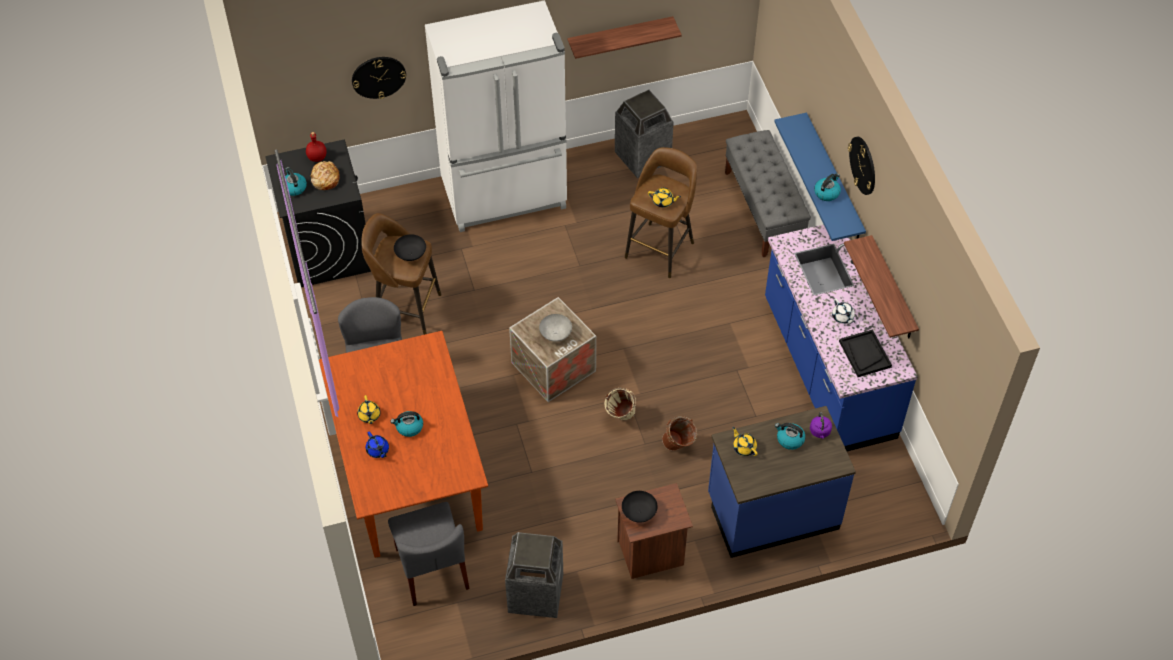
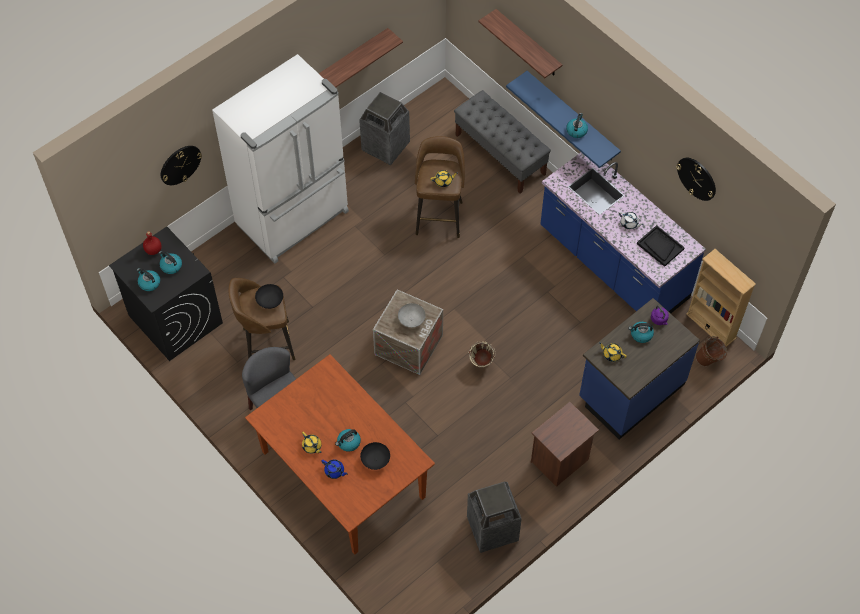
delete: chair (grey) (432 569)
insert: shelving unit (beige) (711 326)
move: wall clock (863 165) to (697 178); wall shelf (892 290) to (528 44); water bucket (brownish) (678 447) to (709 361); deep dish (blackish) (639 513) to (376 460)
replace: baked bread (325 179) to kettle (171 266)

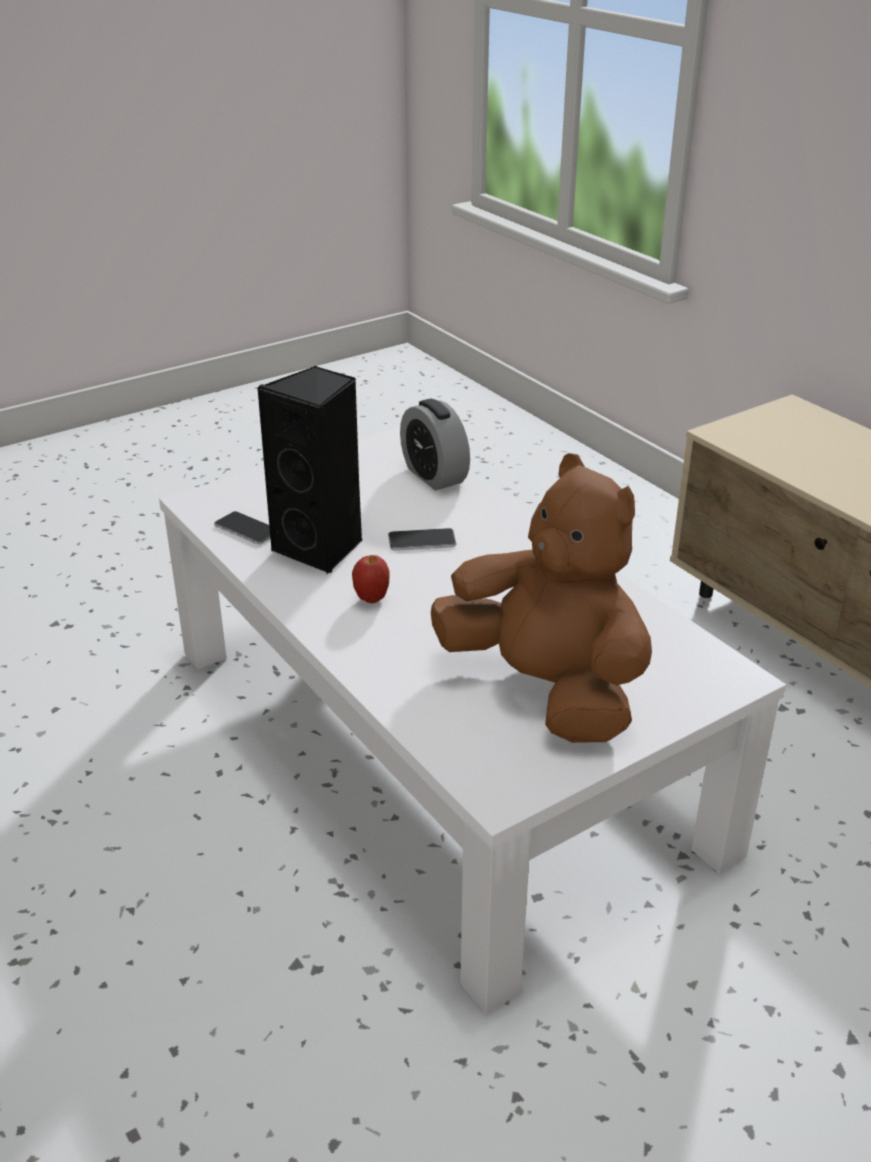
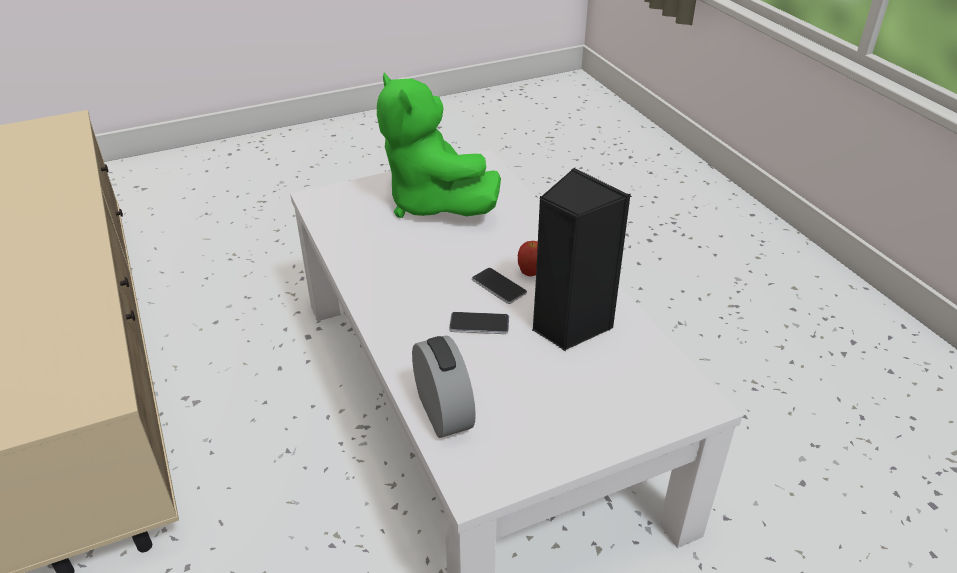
move: telephone (247 529) to (499 286)
recolor: soft toy (brownish) (546 689) to soft toy (green-coloured) (433 203)

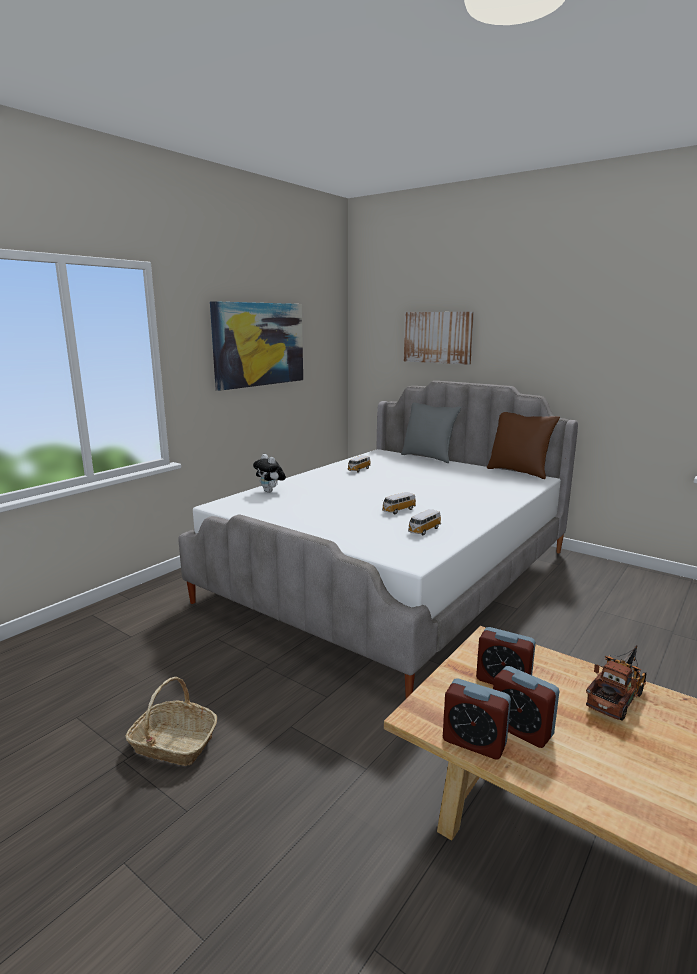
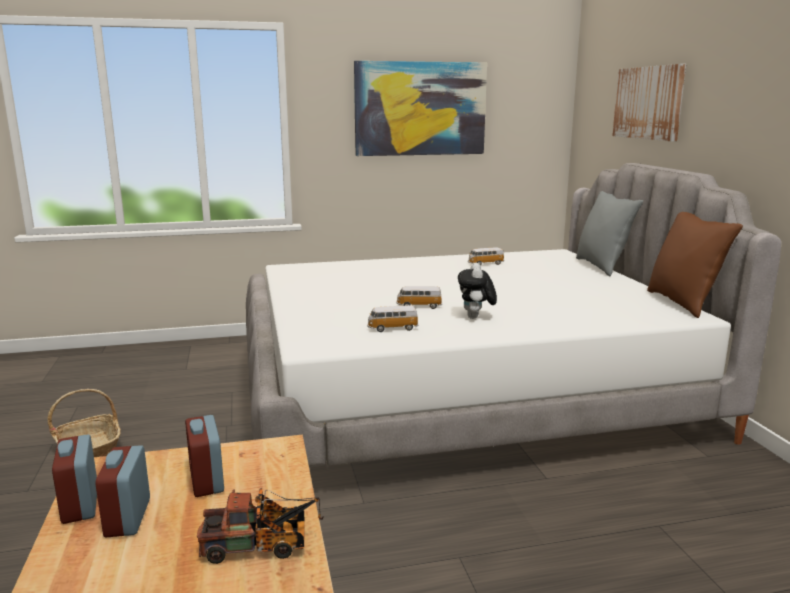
move: soft toy (270 491) to (476 317)

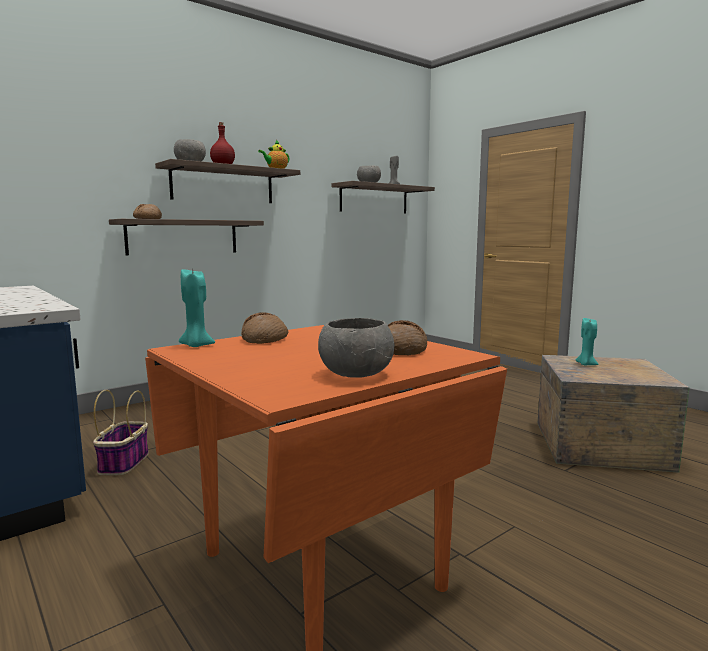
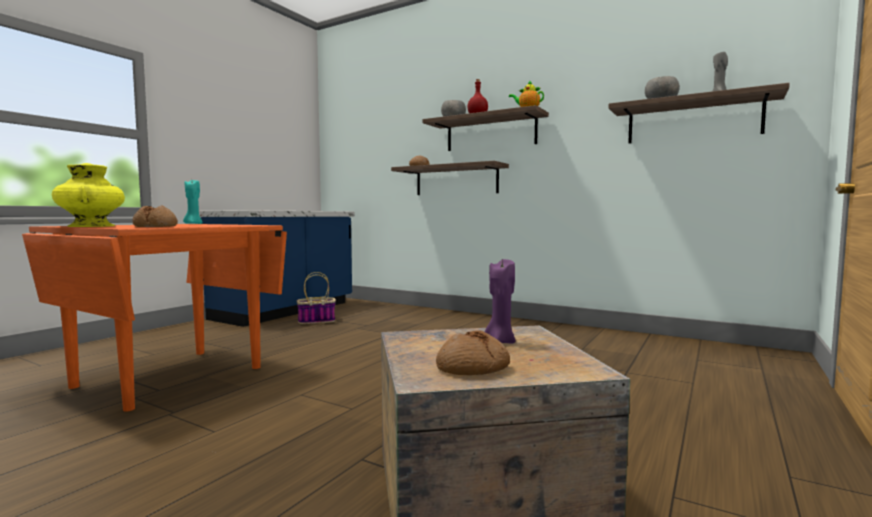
move: baked bread (265 339) to (472 368)
replace: deep dish (grey) (356 374) to vase (yellow-coloured) (91 226)
recolor: wax light (blue-green) (586 364) to wax light (purple) (500 341)

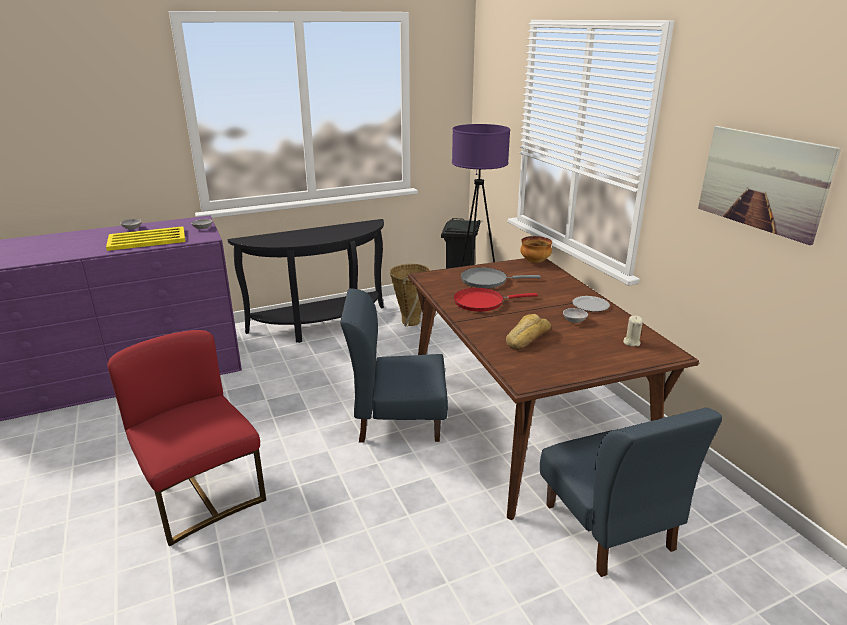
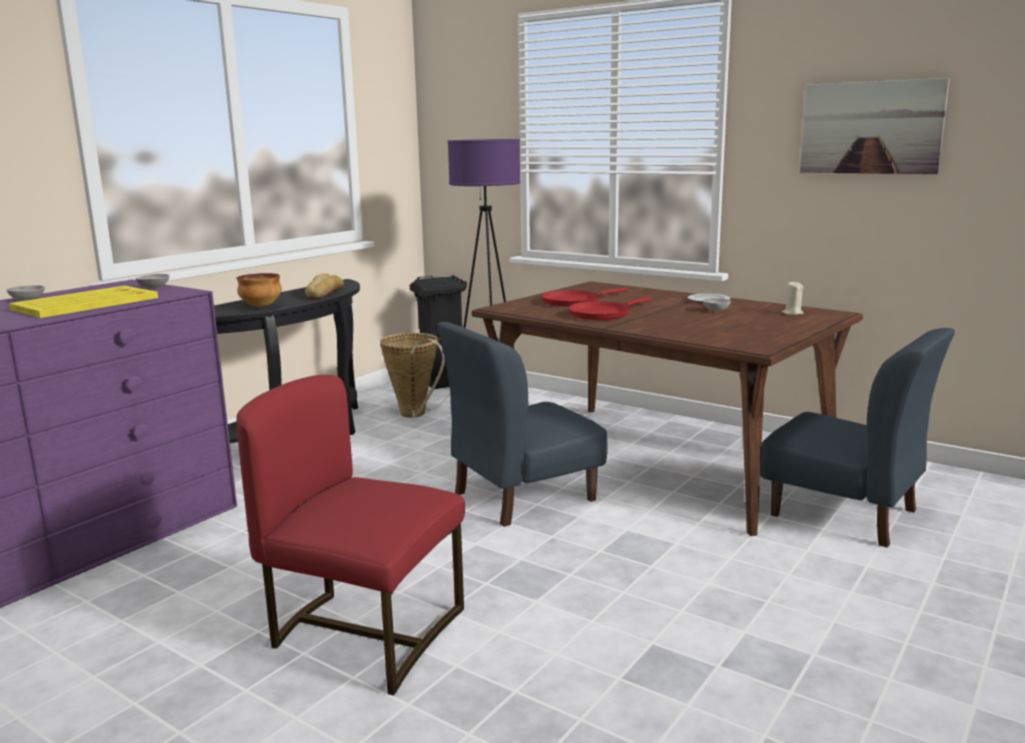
move: deep dish (534 261) to (260 306); baked bread (526 337) to (323 293)
recolor: frying pan (grey) (487 281) to frying pan (red) (574 301)

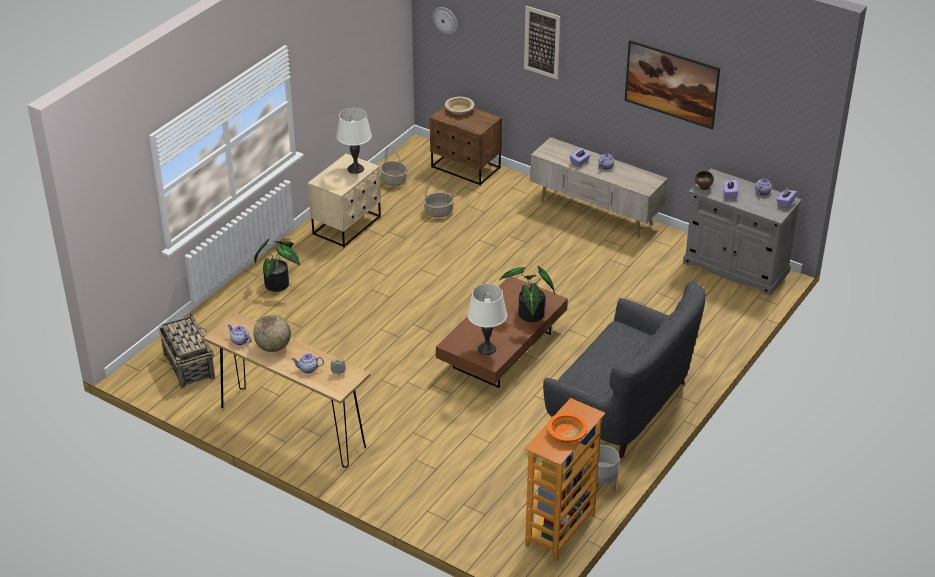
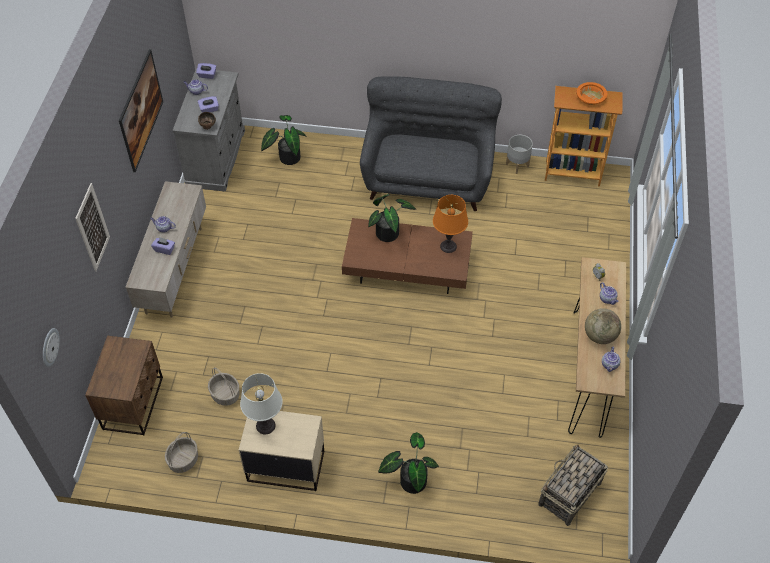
delete: deep dish (beige) (459 110)
insert: potted plant (287 157)
recolor: table lamp (white) (487 349) to table lamp (orangey) (448 246)

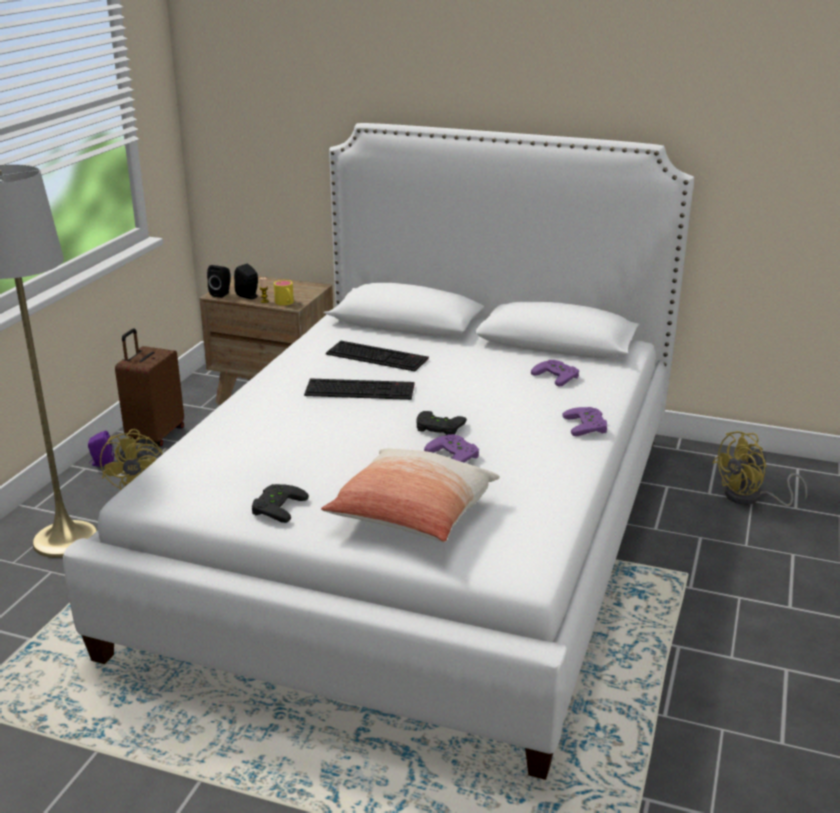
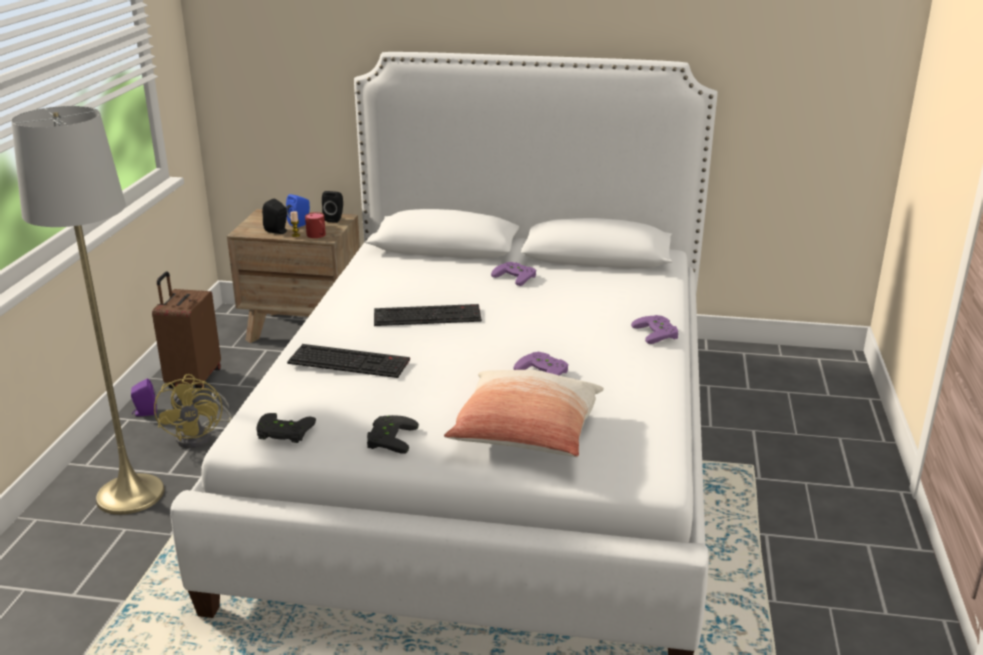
delete: cooling fan (yellow-coloured) (750 498)
insert: speaker (blue) (301 224)
move: speaker (blackish) (222 294) to (335 219); PC keyboard (378 356) to (350 361); gamepad (purple) (558 375) to (517 276); gamepad (blackish) (438 428) to (283 433)
recolor: tea mug (yellow-coloured) (285 303) to tea mug (red) (318 236)

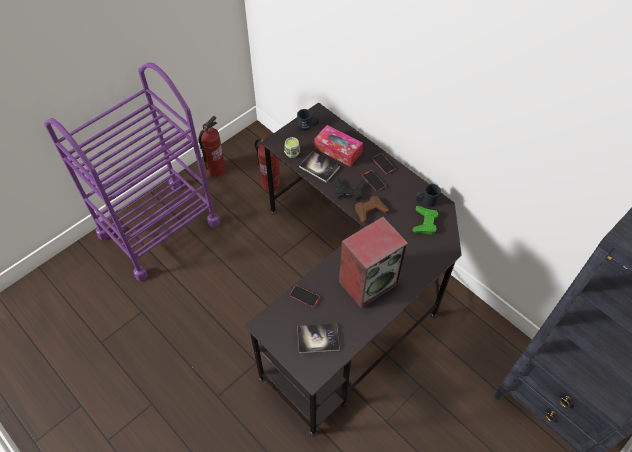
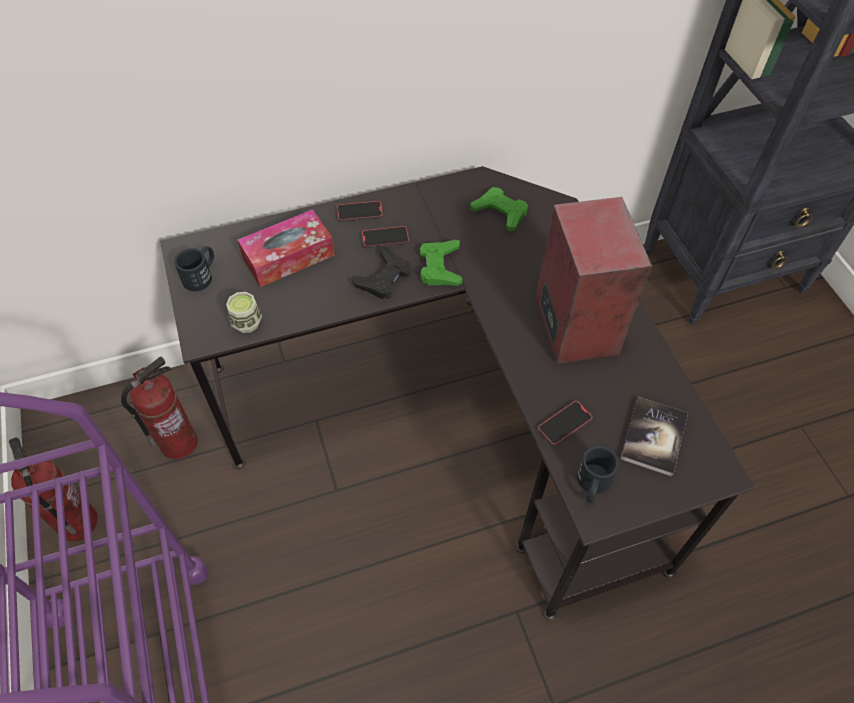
delete: bound book (319 167)
move: tea mug (blackish) (426 200) to (592 485)
recolor: gamepad (brownish) (370 211) to gamepad (green-coloured) (440 267)

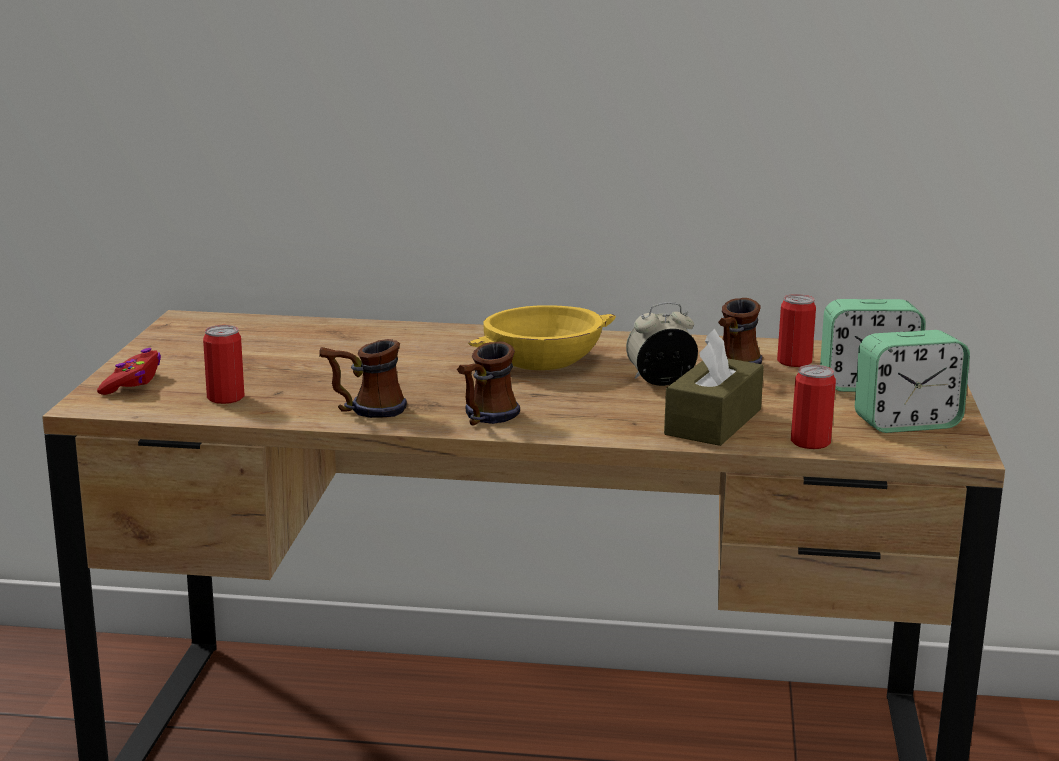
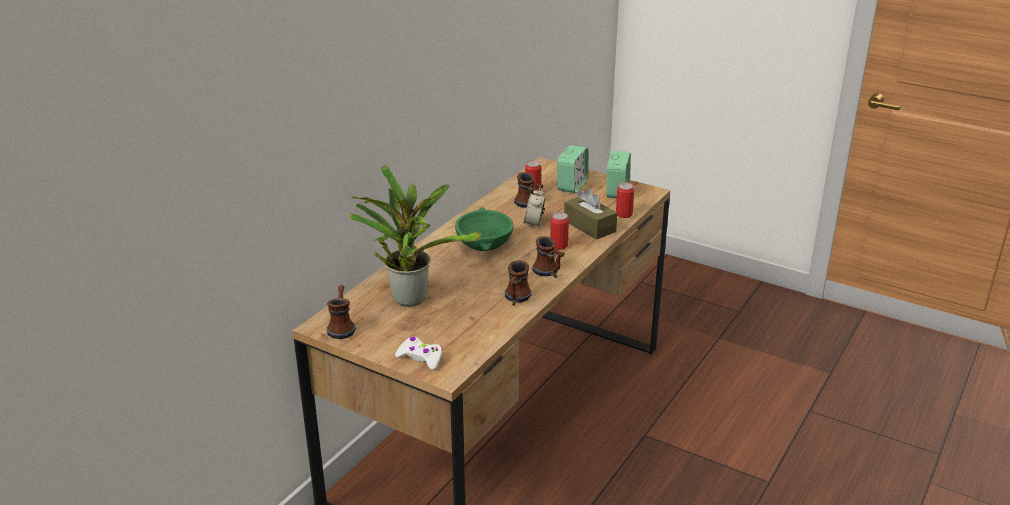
insert: potted plant (409 296); tea mug (342 327)
move: sealed can (225 398) to (559 245)
recolor: deep dish (yellow-coloured) (542 362) to deep dish (green-coloured) (485 243); gamepad (red) (132 382) to gamepad (white) (420 358)

